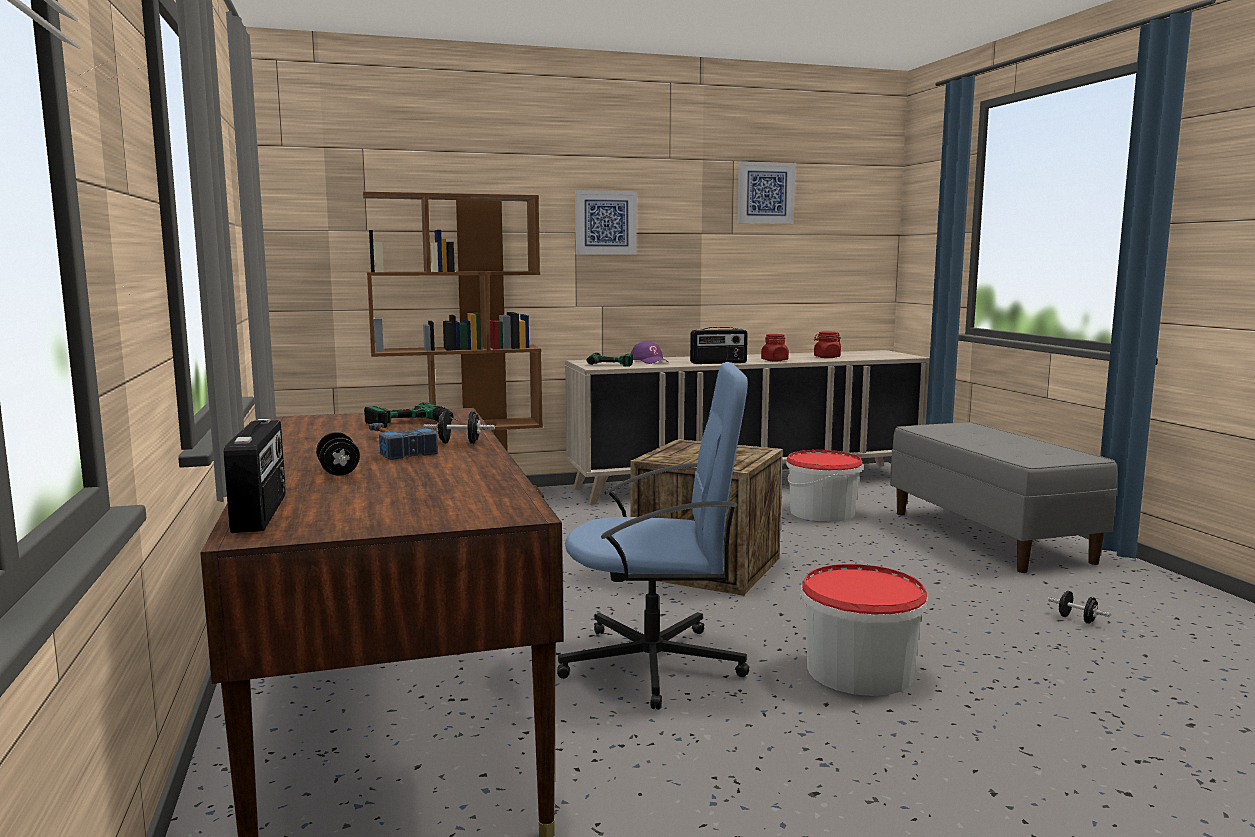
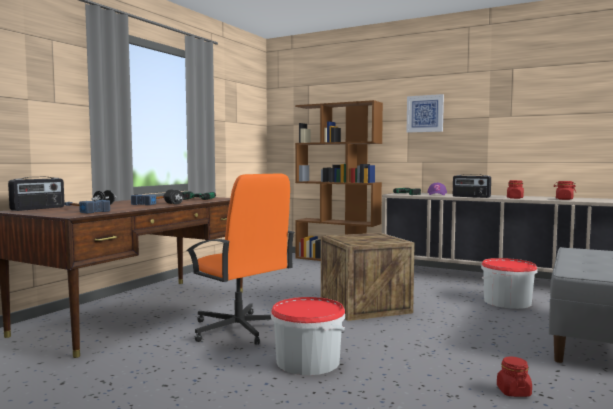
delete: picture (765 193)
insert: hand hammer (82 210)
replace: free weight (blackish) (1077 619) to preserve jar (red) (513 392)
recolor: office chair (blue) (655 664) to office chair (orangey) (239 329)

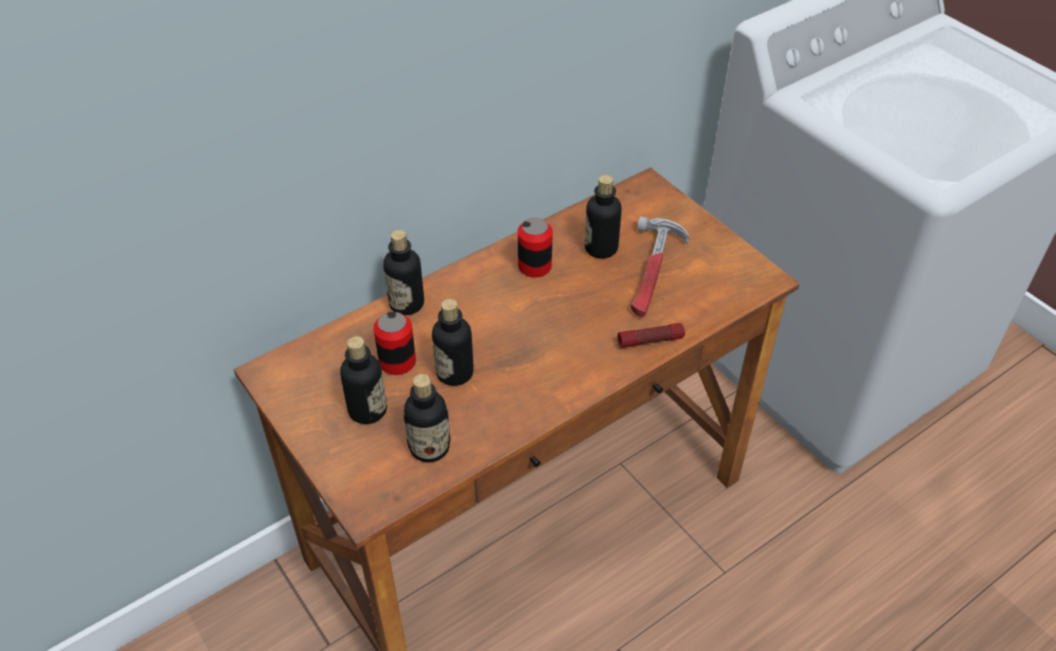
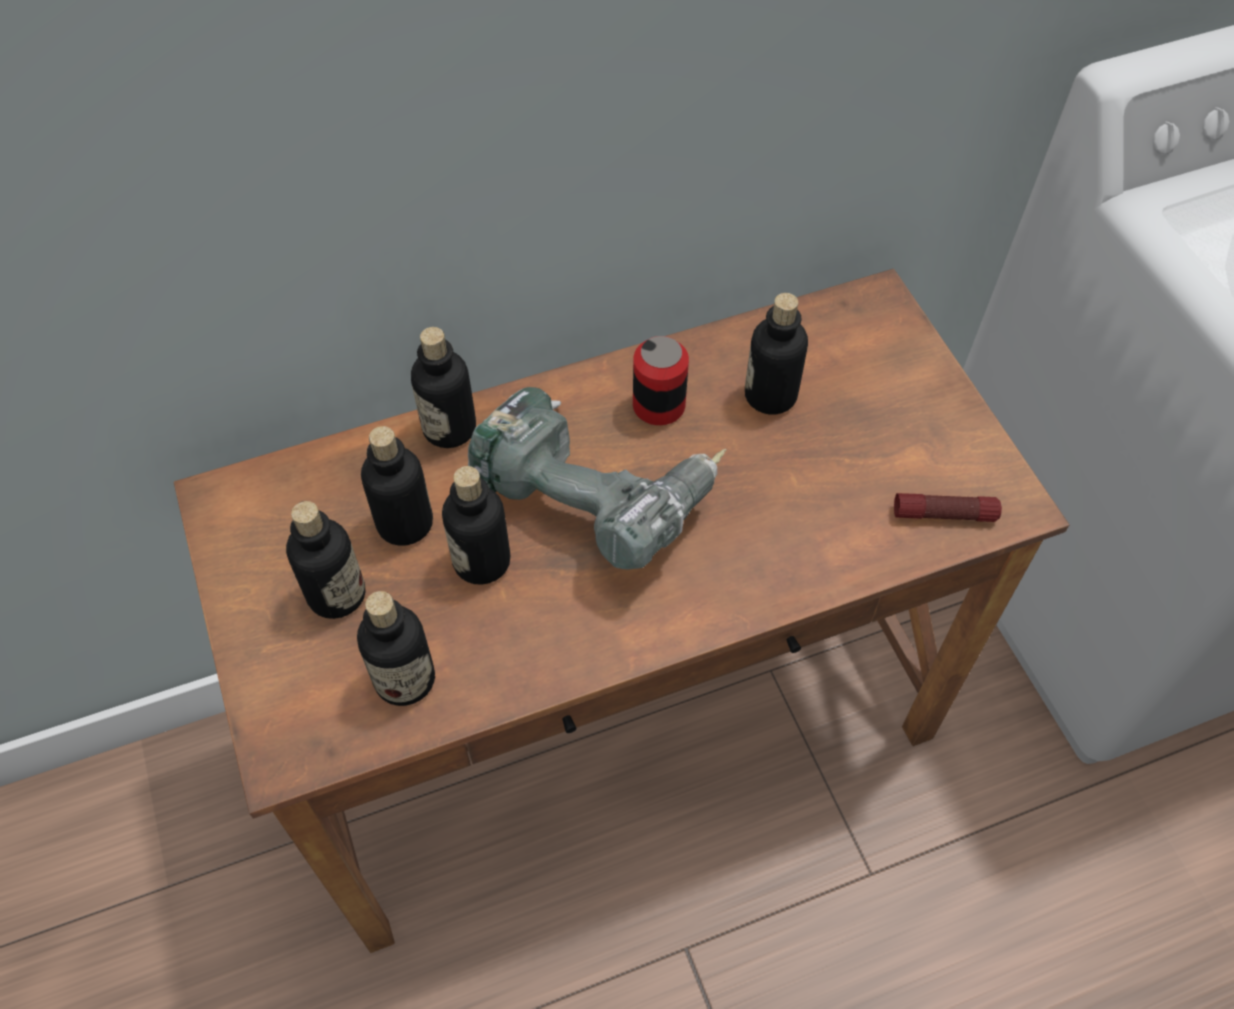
delete: hand hammer (653 272)
insert: drill (597 495)
move: flashlight (650 340) to (944 514)
replace: sealed can (397 362) to drink bottle (405 523)

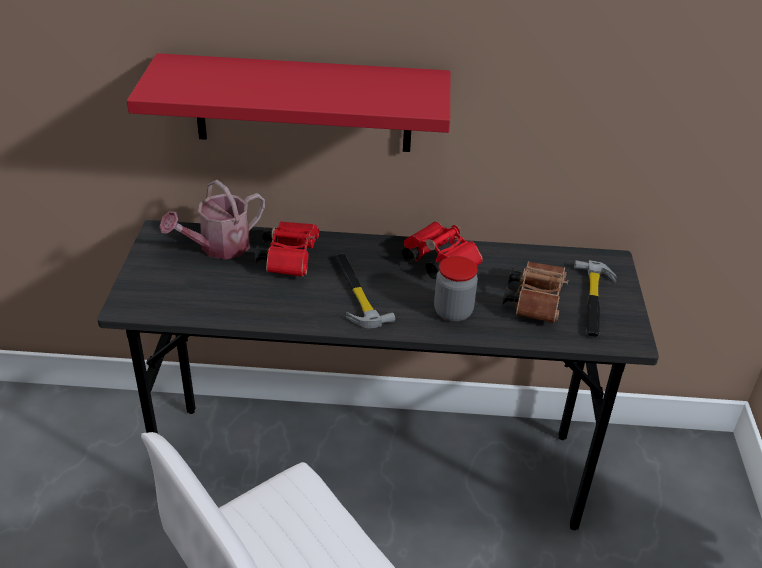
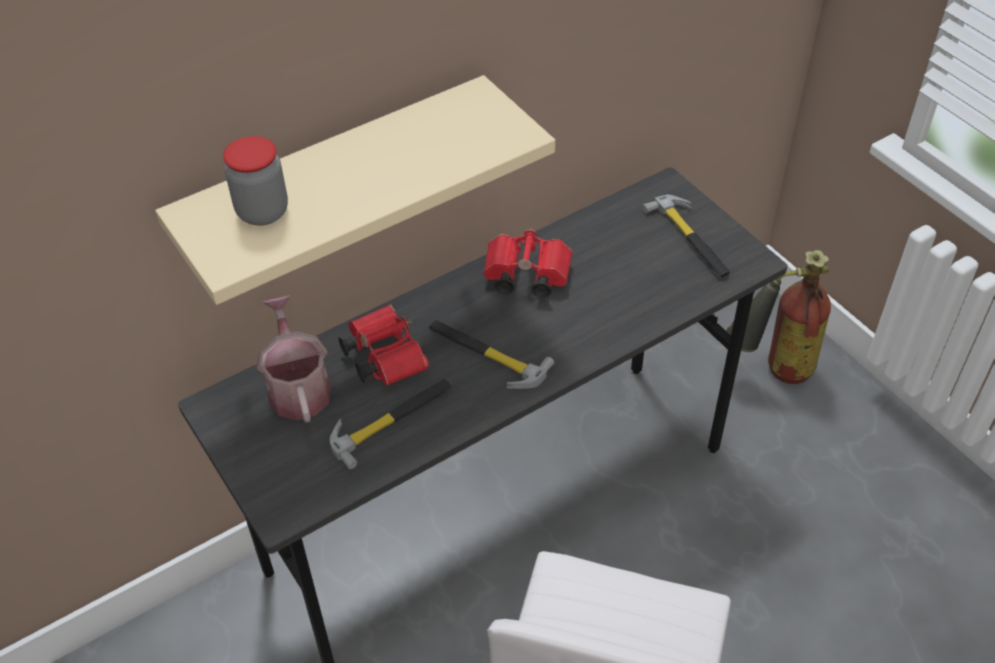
delete: field glasses (brownish) (535 301)
insert: fire-fighting cylinder (770 372); hand hammer (392 419)
move: preserve jar (453 312) to (262 212)
recolor: wall shelf (red) (303 104) to wall shelf (beige) (335 182)
rotate: watering pot (219 247) = (298 387) 150 degrees clockwise

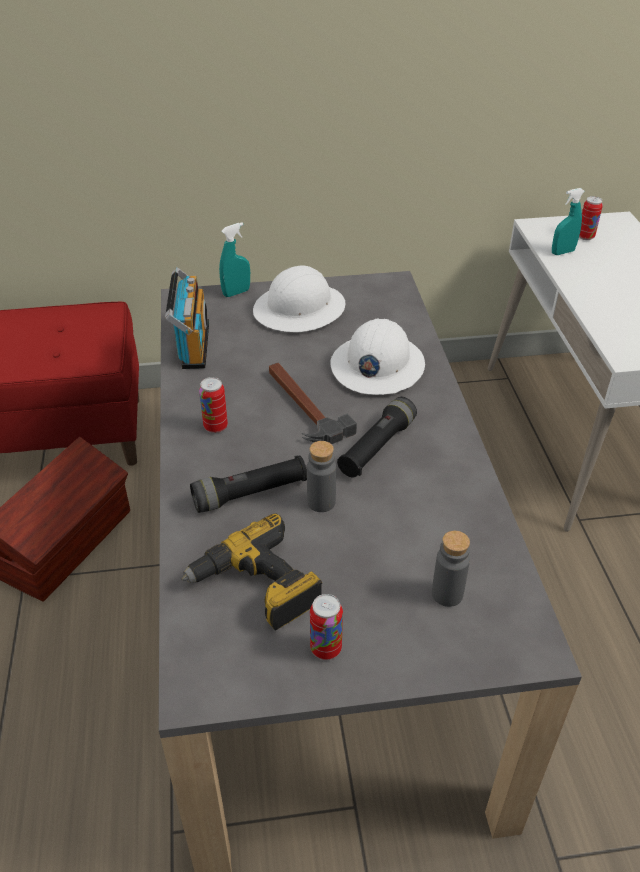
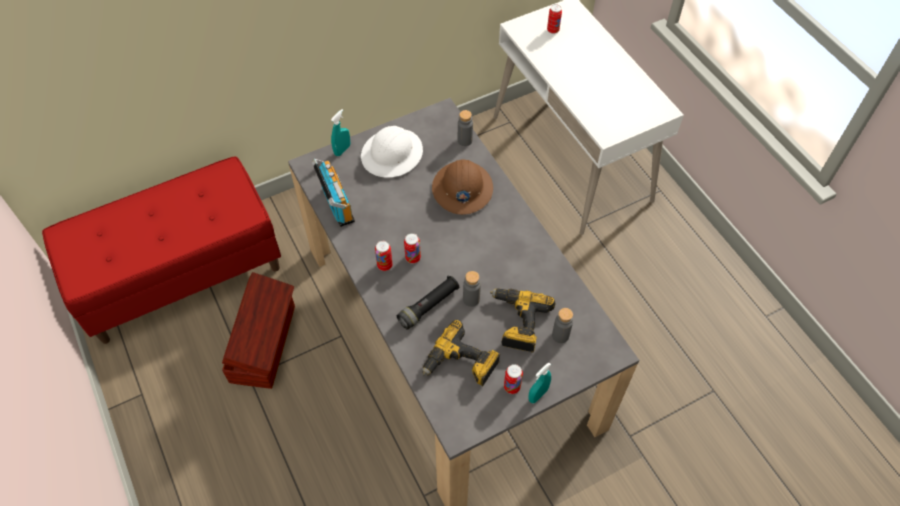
delete: hand hammer (302 406); flashlight (blackish) (377 447)
insert: drink bottle (grey) (464 140); sealed can (413 258); drill (517 322)
move: spray bottle (blue-green) (562 252) to (538 395)
recolor: safety helmet (white) (377 366) to safety helmet (brownish) (462 189)

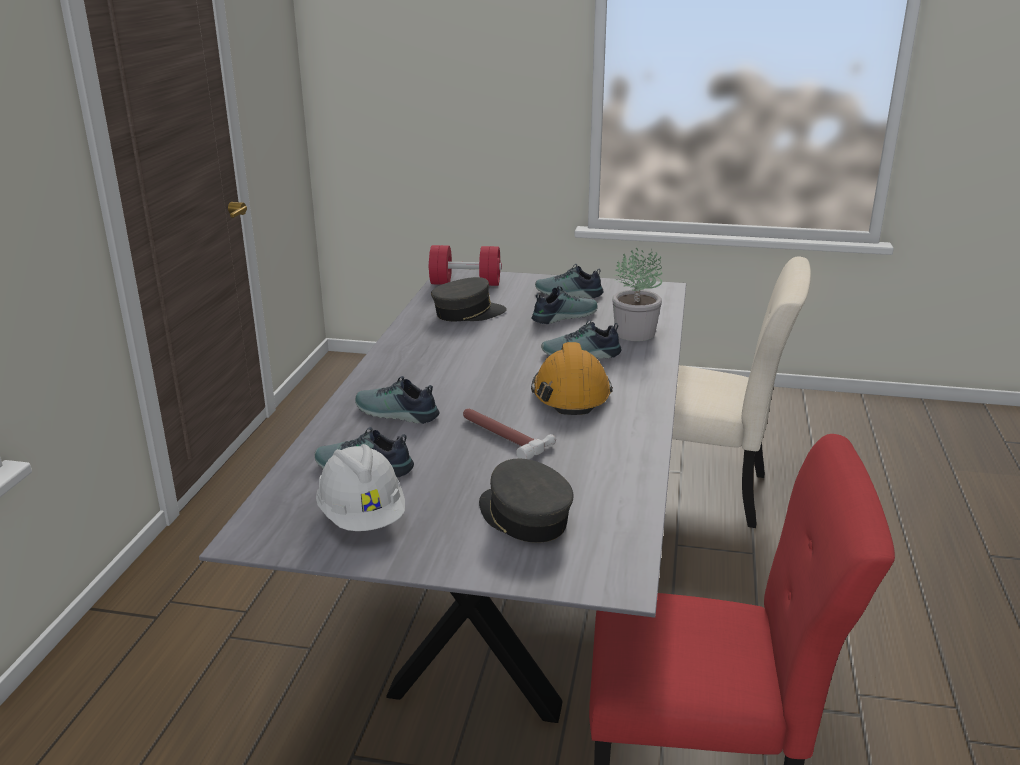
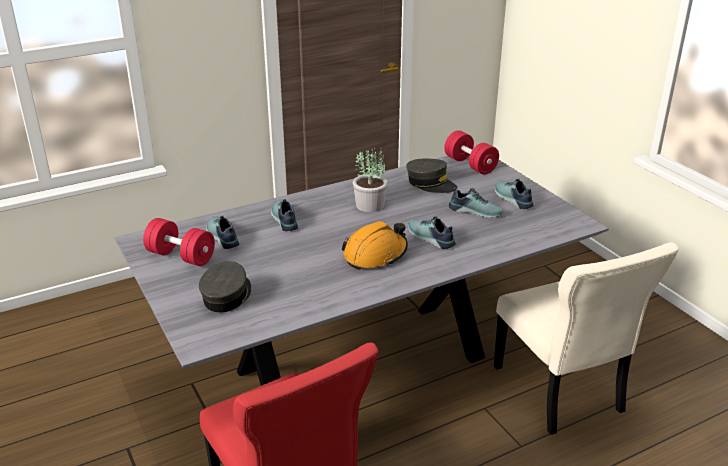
delete: hand hammer (503 435)
move: potted plant (636 333) to (370 205)
replace: safety helmet (white) (362 517) to free weight (red) (181 256)

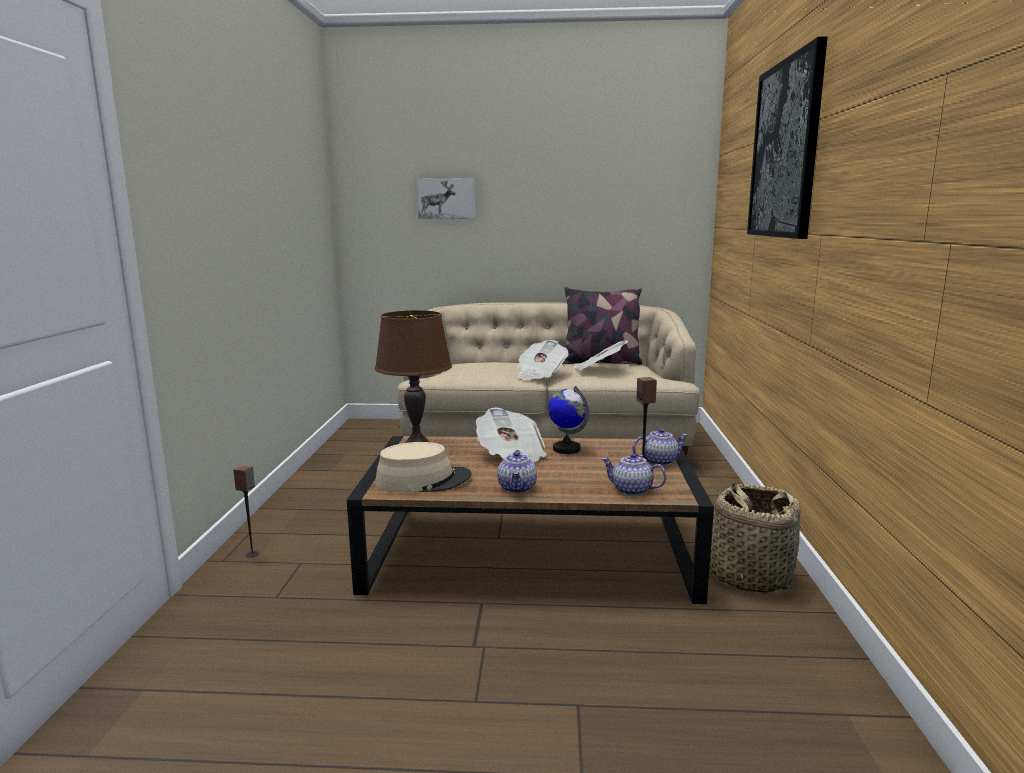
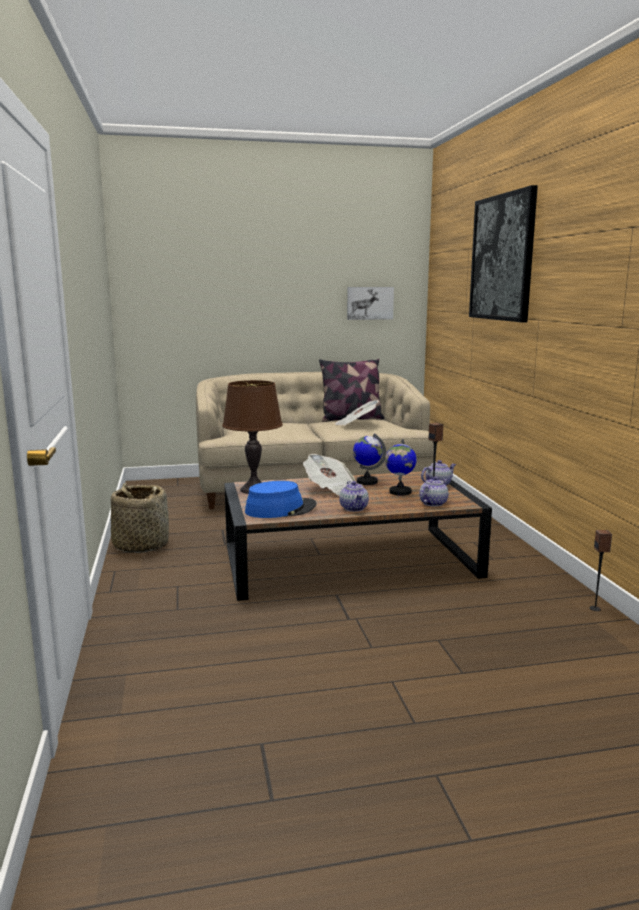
delete: newspaper (540 374)
insert: world globe (400 492)
move: picture (447 198) to (369 303); speaker (252 554) to (595 608); basket (748 576) to (140 545)
recolor: wearable hat (beige) (423 480) to wearable hat (blue) (280 509)
rotate: teapot (631 490) = (433 503) 120 degrees clockwise

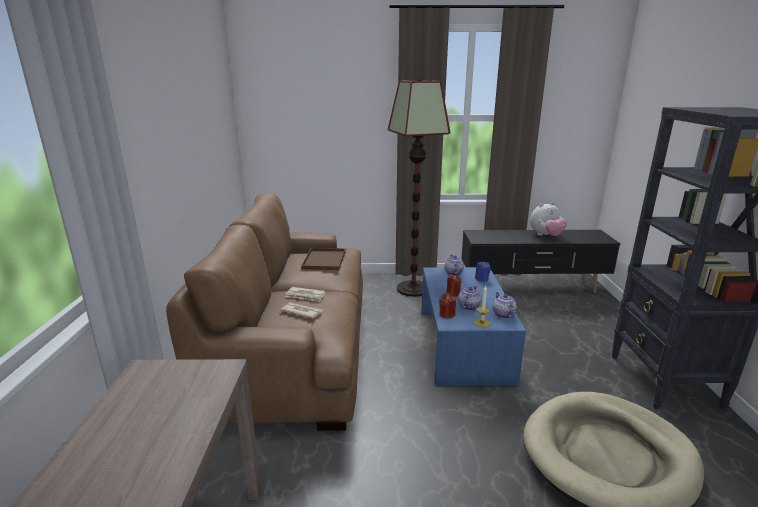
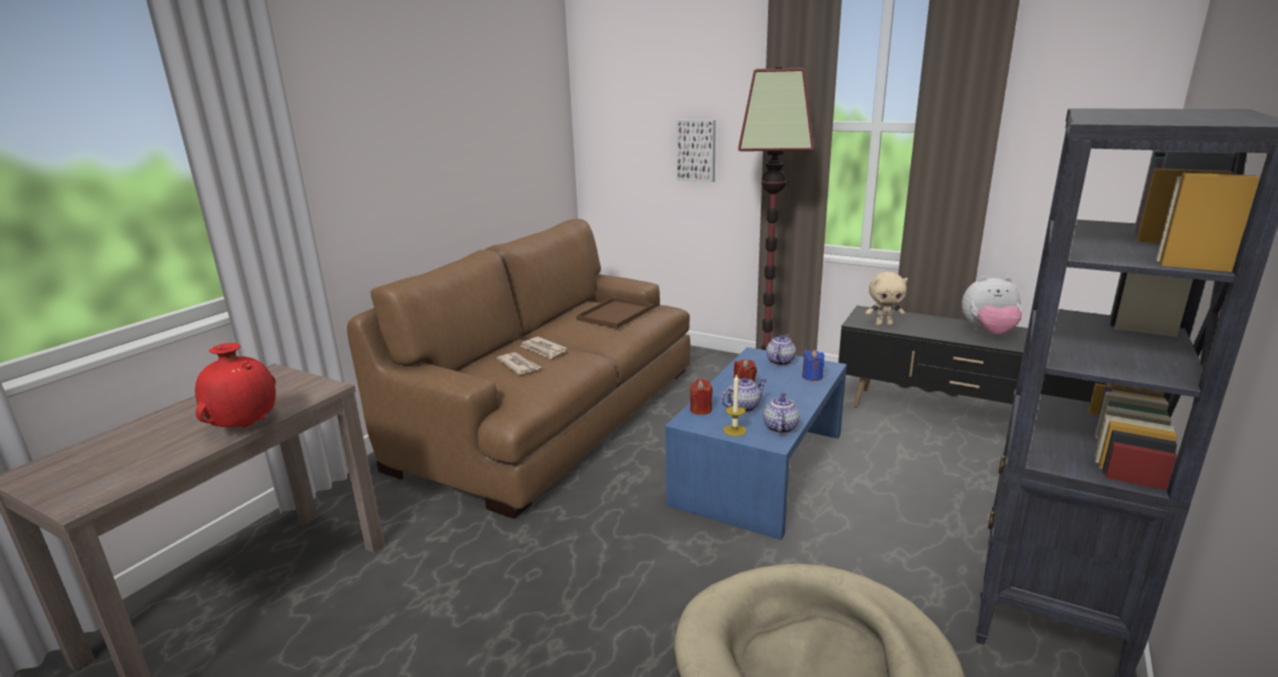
insert: picture (697 150); soft toy (beige) (883 325); vase (red) (246 426)

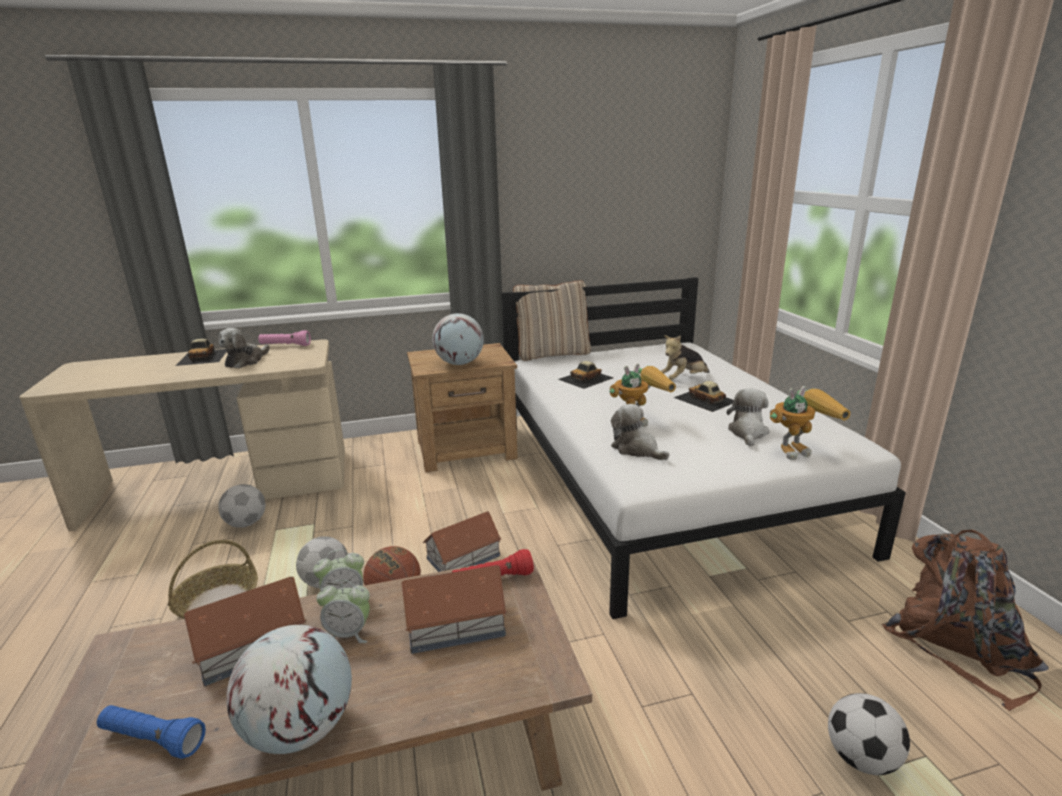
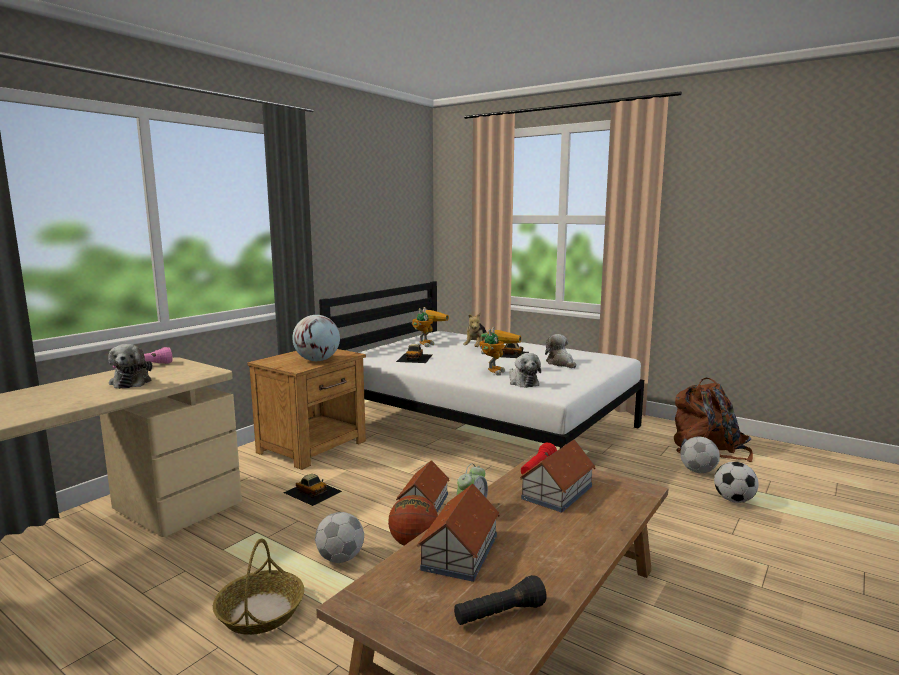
delete: pillow (beige) (553 354); alarm clock (349 633); world globe (300 729)
move: model car (203 356) to (312 491); robot figure (799 449) to (427 343); football (247 523) to (698 471)
recolor: flashlight (blue) (153 740) to flashlight (blackish) (499 615)
rotate: soft toy (636 449) = (522 382) 120 degrees counterclockwise

